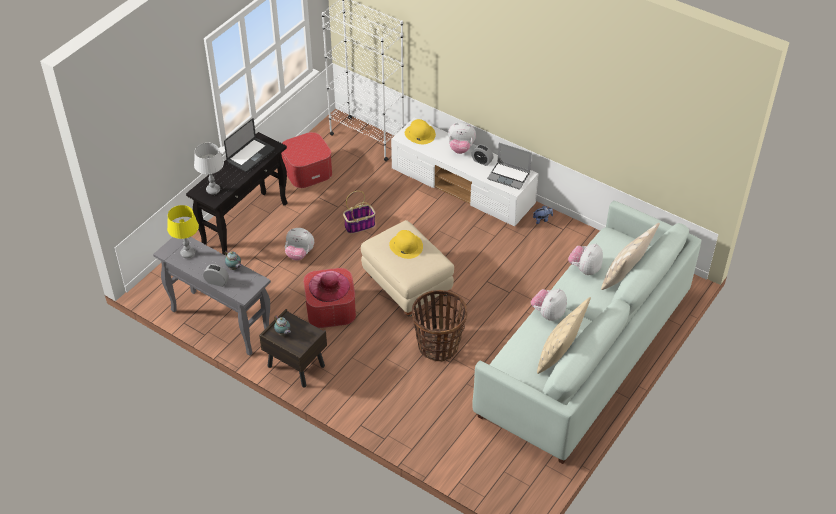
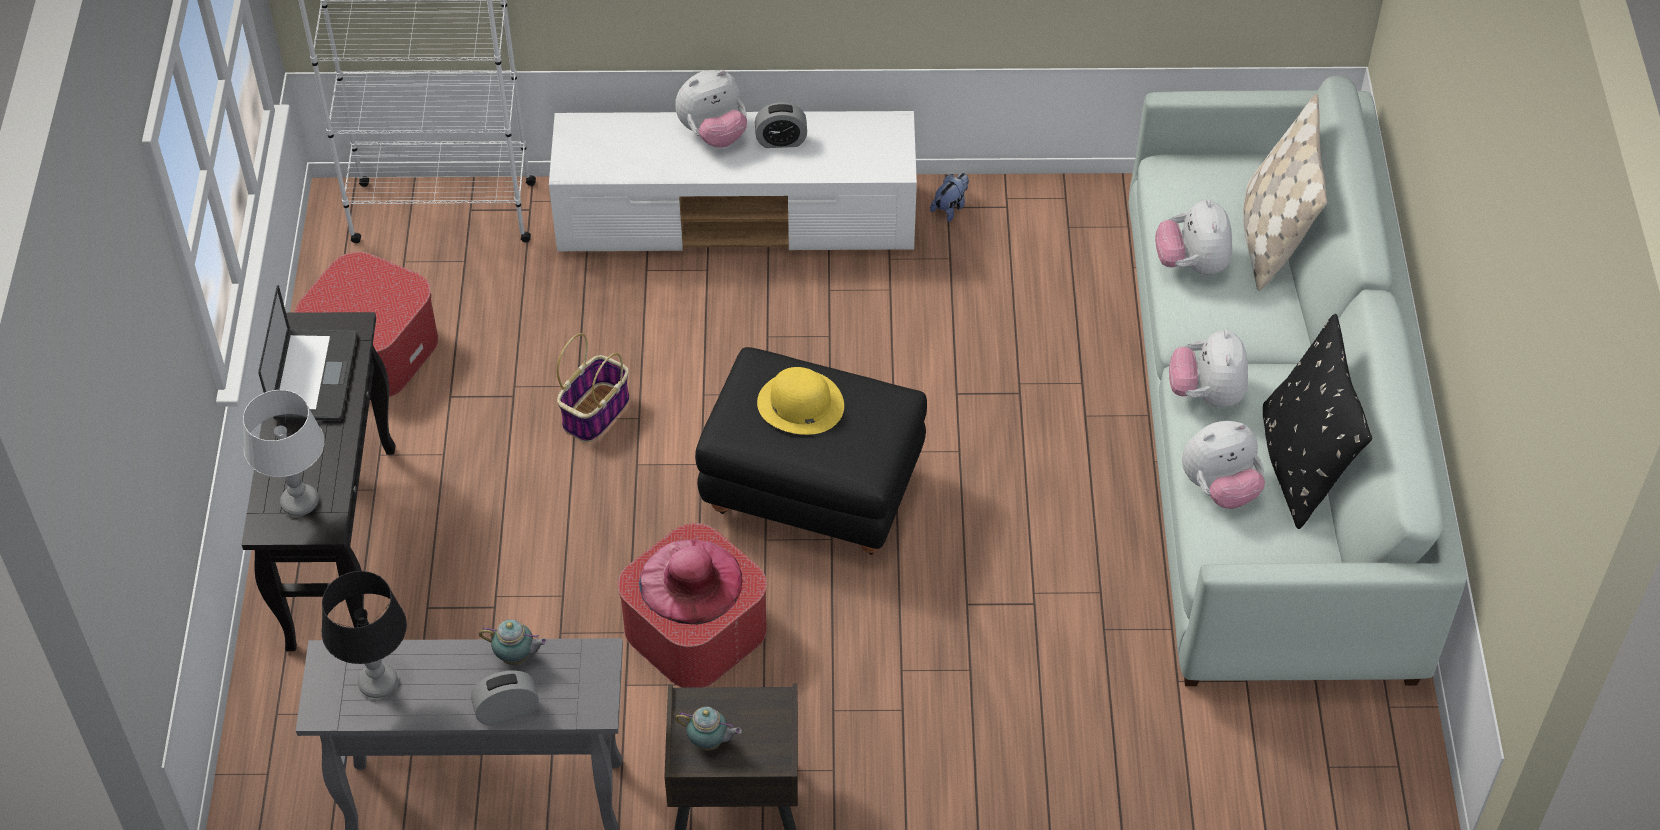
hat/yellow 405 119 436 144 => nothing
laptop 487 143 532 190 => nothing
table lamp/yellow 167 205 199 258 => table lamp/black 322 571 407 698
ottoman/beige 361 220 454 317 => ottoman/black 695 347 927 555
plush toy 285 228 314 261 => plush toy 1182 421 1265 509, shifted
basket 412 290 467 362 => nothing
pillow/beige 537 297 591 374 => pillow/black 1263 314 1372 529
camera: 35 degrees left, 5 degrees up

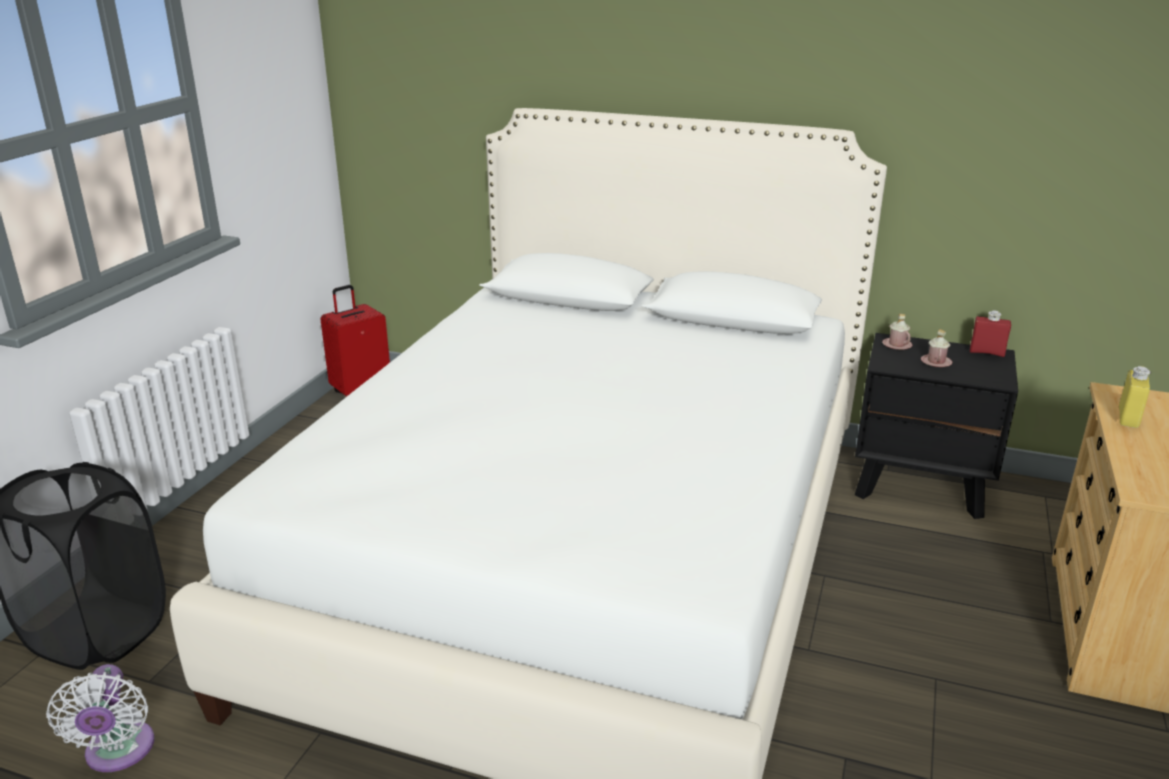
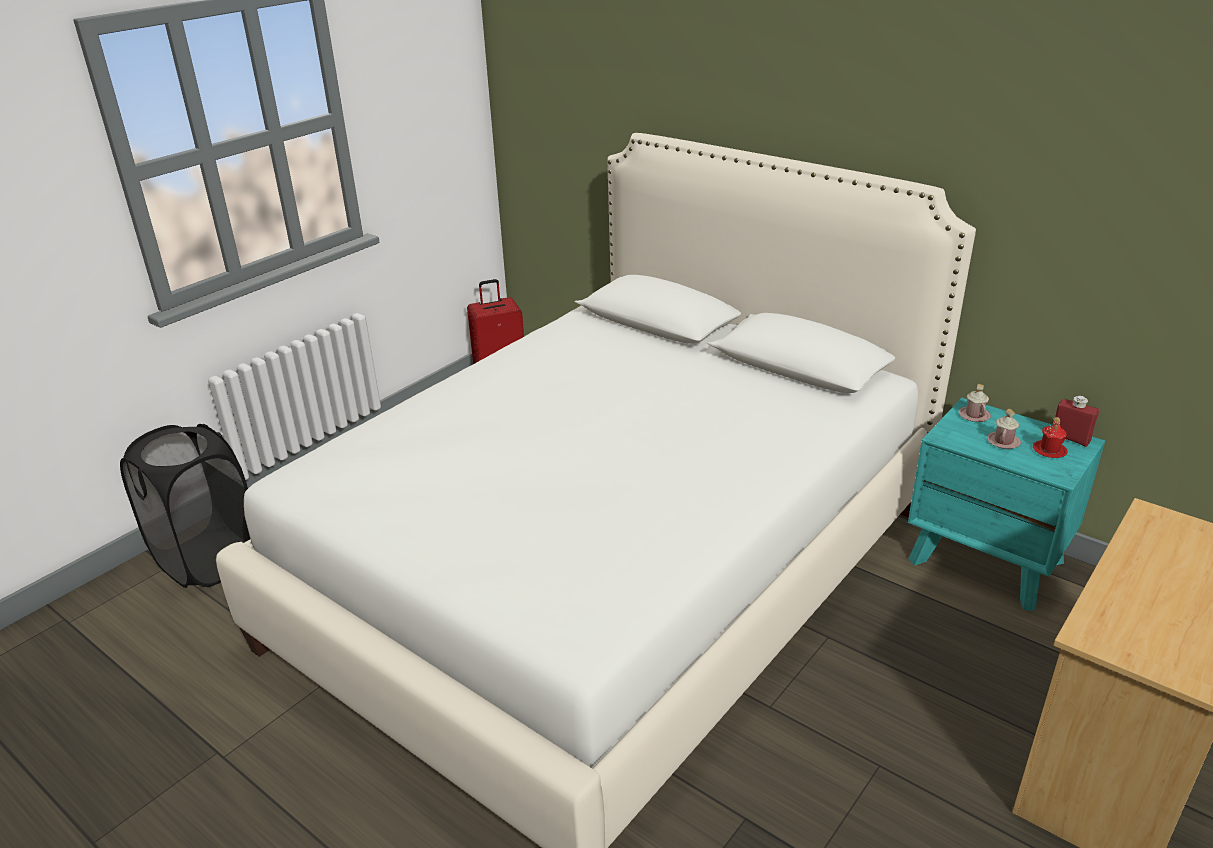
nightstand/black 855 333 1018 519 => nightstand/turquoise 908 398 1105 610
bottle/yellow 1119 366 1151 428 => nothing
fan/white 46 664 154 772 => nothing
nothing => mug/red 1033 417 1068 458
camera: 20 degrees right, 5 degrees up

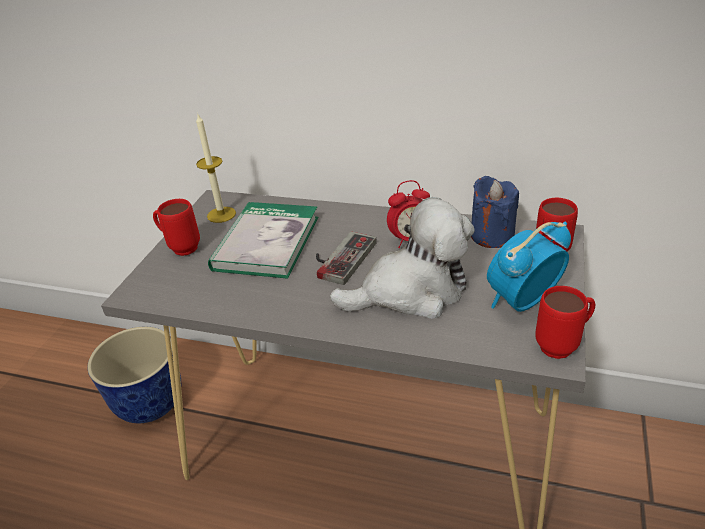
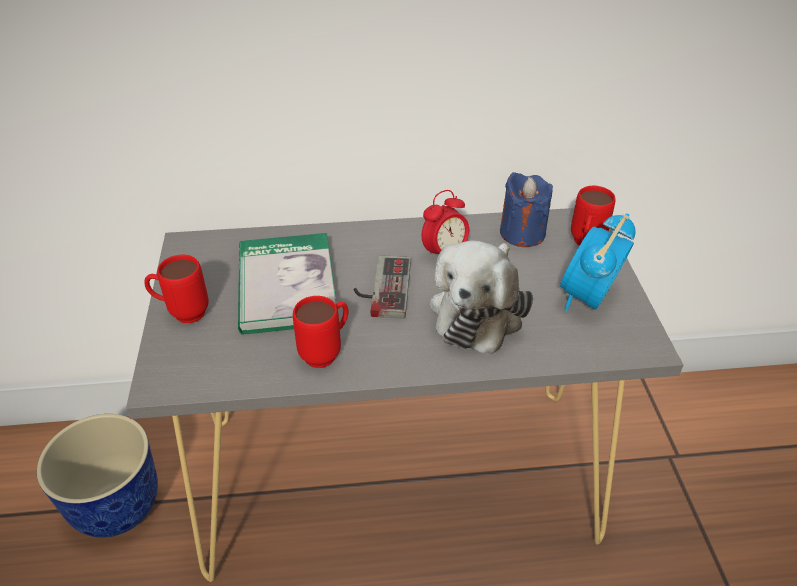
candle 196 114 236 223 => nothing
plush toy 330 197 475 319 => plush toy 430 240 533 354, 150 degrees clockwise
mug/red 535 286 595 359 => mug/red 293 296 348 368, shifted
camera: 25 degrees left, 5 degrees up

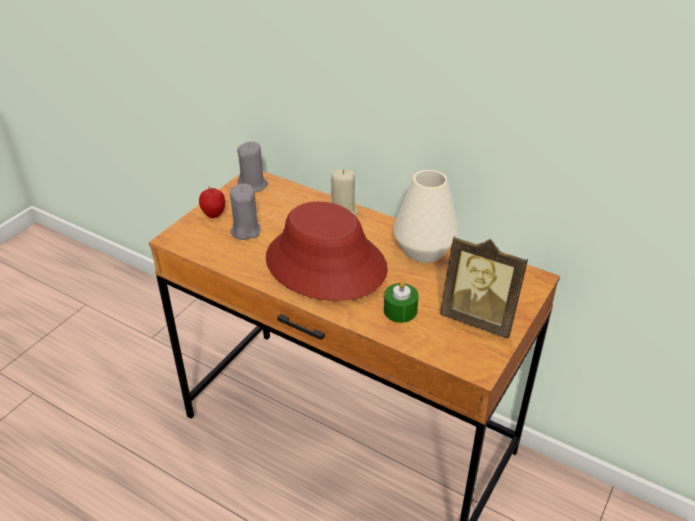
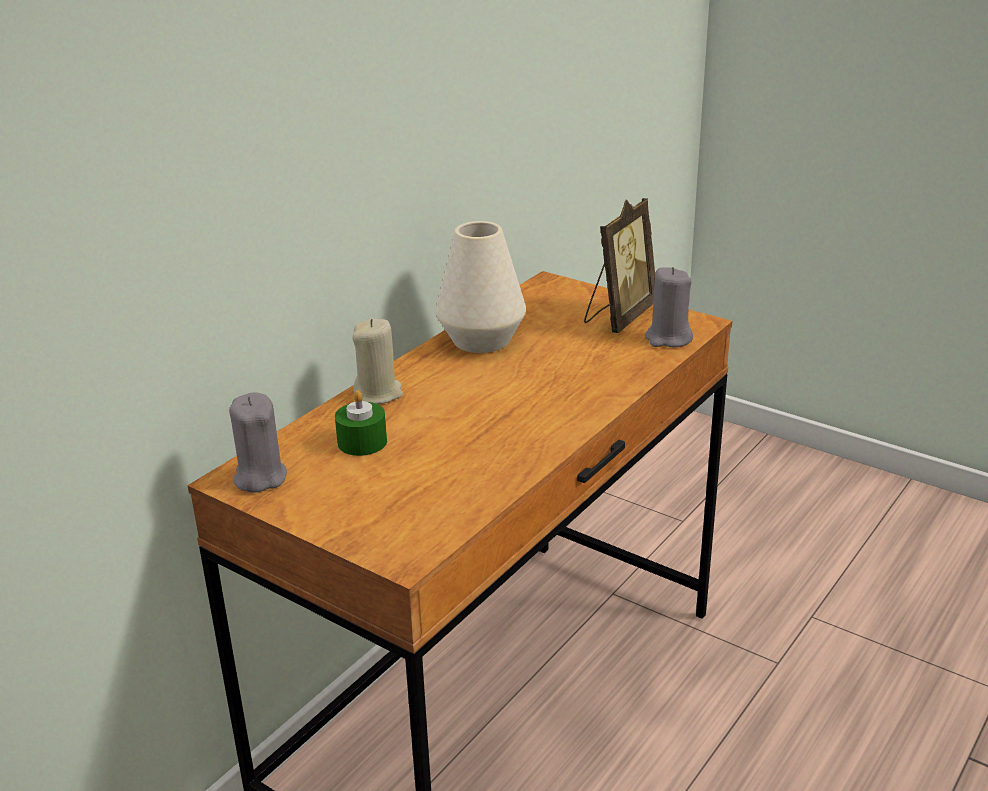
candle/grey 230 184 261 240 => candle/grey 645 267 693 347, shifted
apple 199 186 225 218 => nothing
hat/red 266 201 388 301 => nothing
candle/green 384 280 419 323 => candle/green 335 390 387 456, shifted
camera: 85 degrees left, 10 degrees down

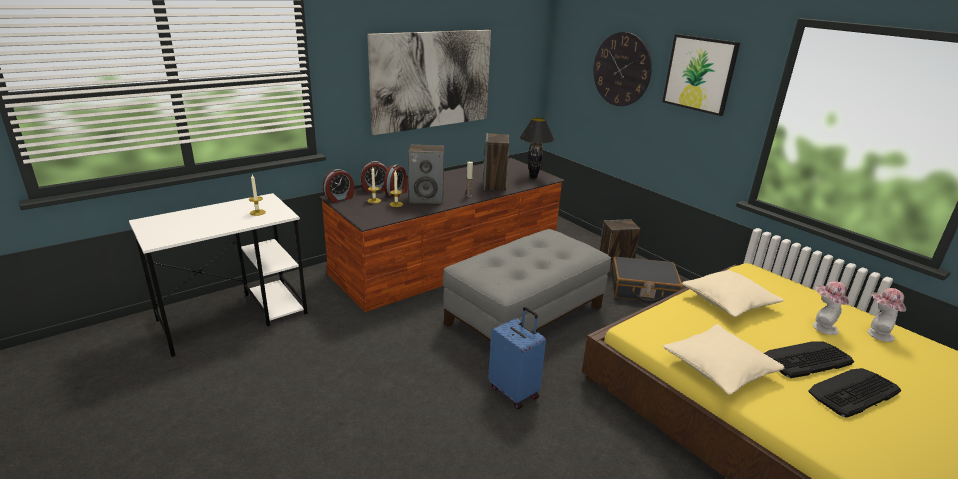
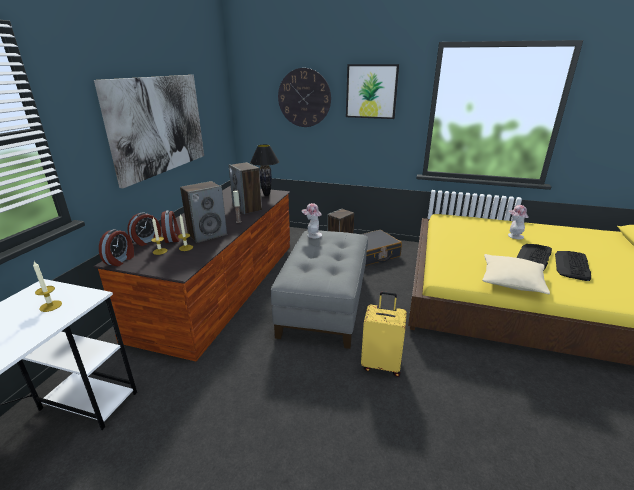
pillow/beige 682 270 784 317 => nothing
hat 868 288 906 342 => hat 302 203 322 238, shifted
suitcase/blue 488 307 546 409 => suitcase/yellow 361 291 407 377
camera: 35 degrees left, 0 degrees up

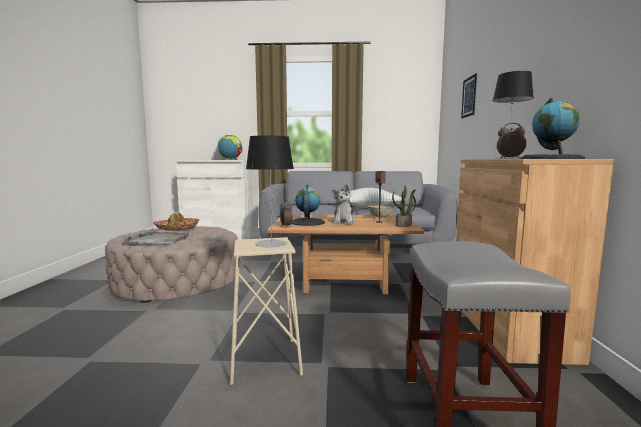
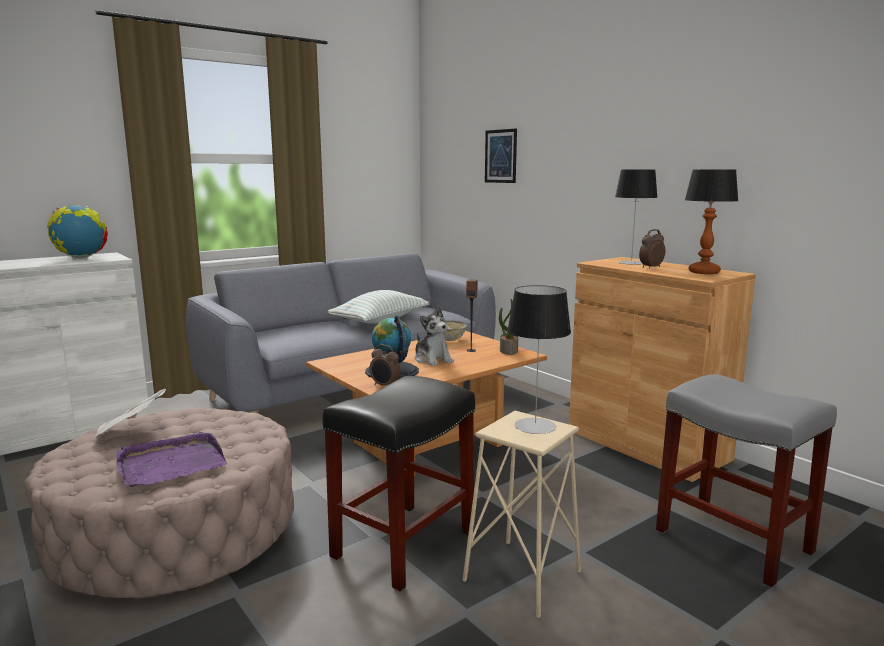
globe 521 98 585 159 => table lamp 685 169 738 274
hat 153 212 199 231 => newspaper 93 389 166 438
tray/grey 122 229 190 244 => tray/purple 116 432 227 487
nothing => stool/black 323 376 475 591
camera: 40 degrees left, 5 degrees up

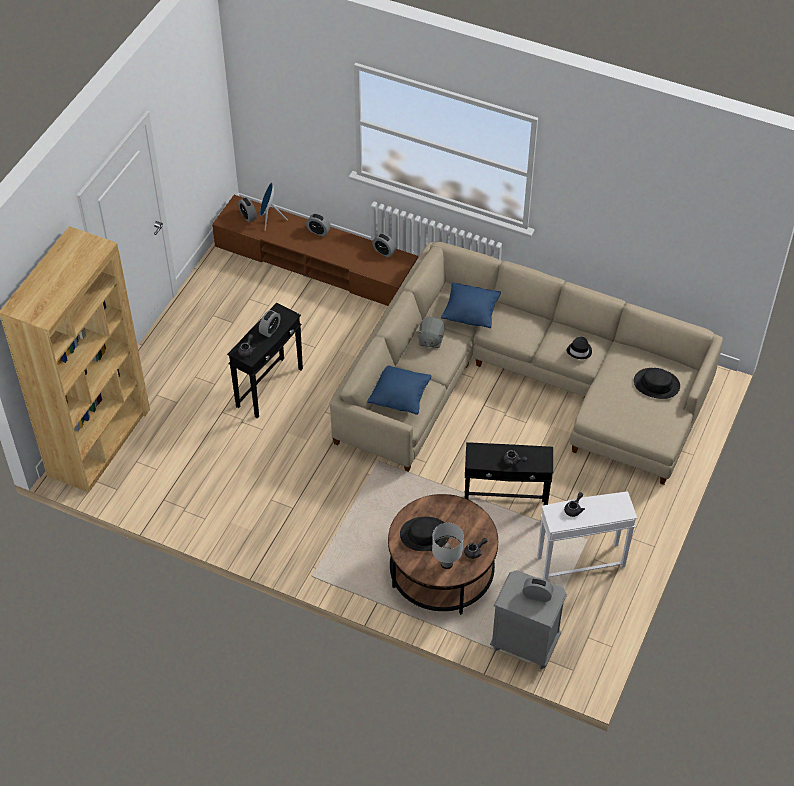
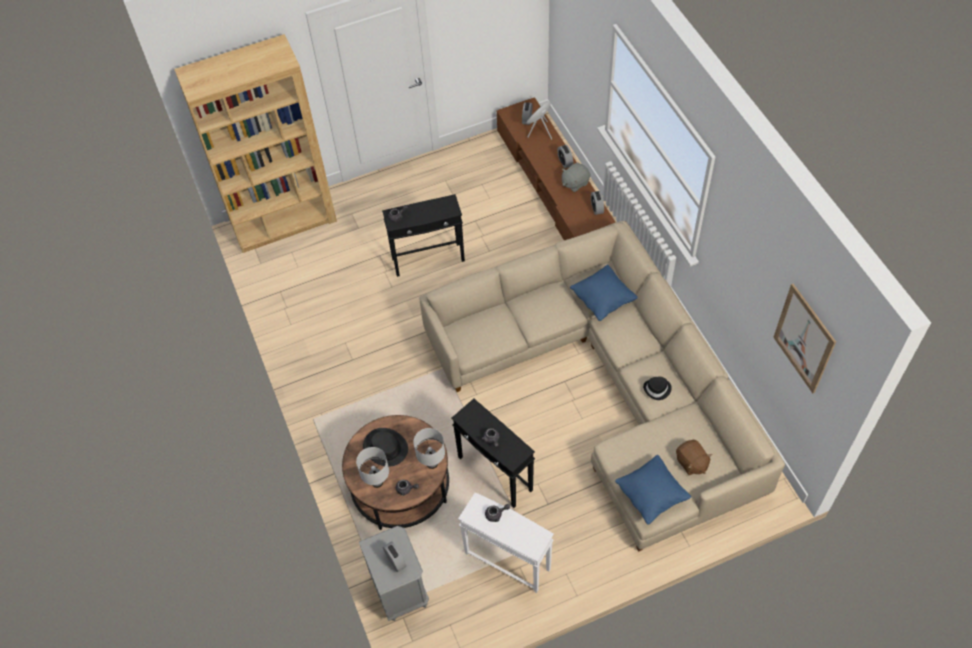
alarm clock 259 310 281 337 => nothing
plush toy/grey 417 317 445 348 => plush toy/grey 562 163 591 192, shifted
pillow/blue 367 365 432 415 => pillow/blue 615 455 691 525, shifted
hat/black 634 368 680 399 => plush toy/brown 676 440 712 475
nothing => picture 773 284 836 393
nothing => table lamp/white 413 428 445 469
camera: 45 degrees right, 5 degrees up

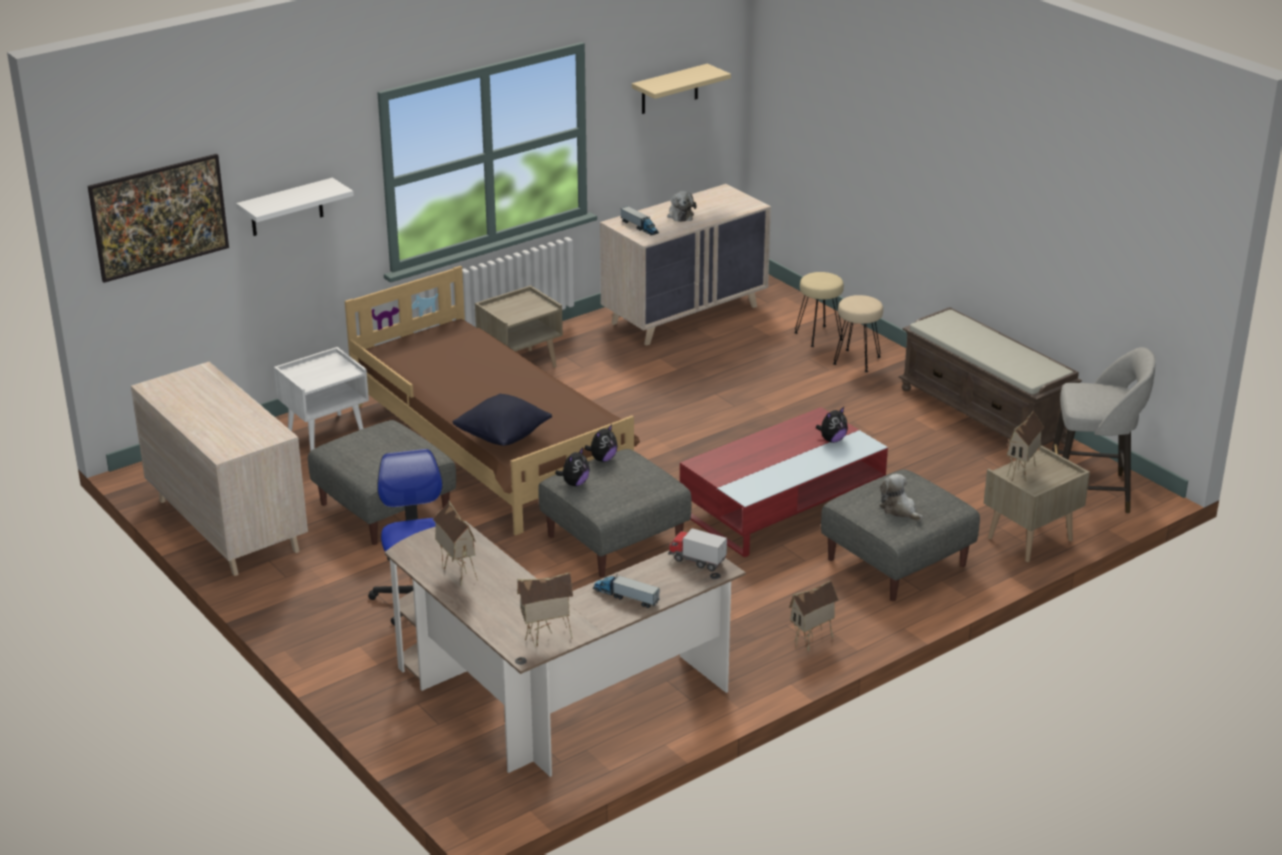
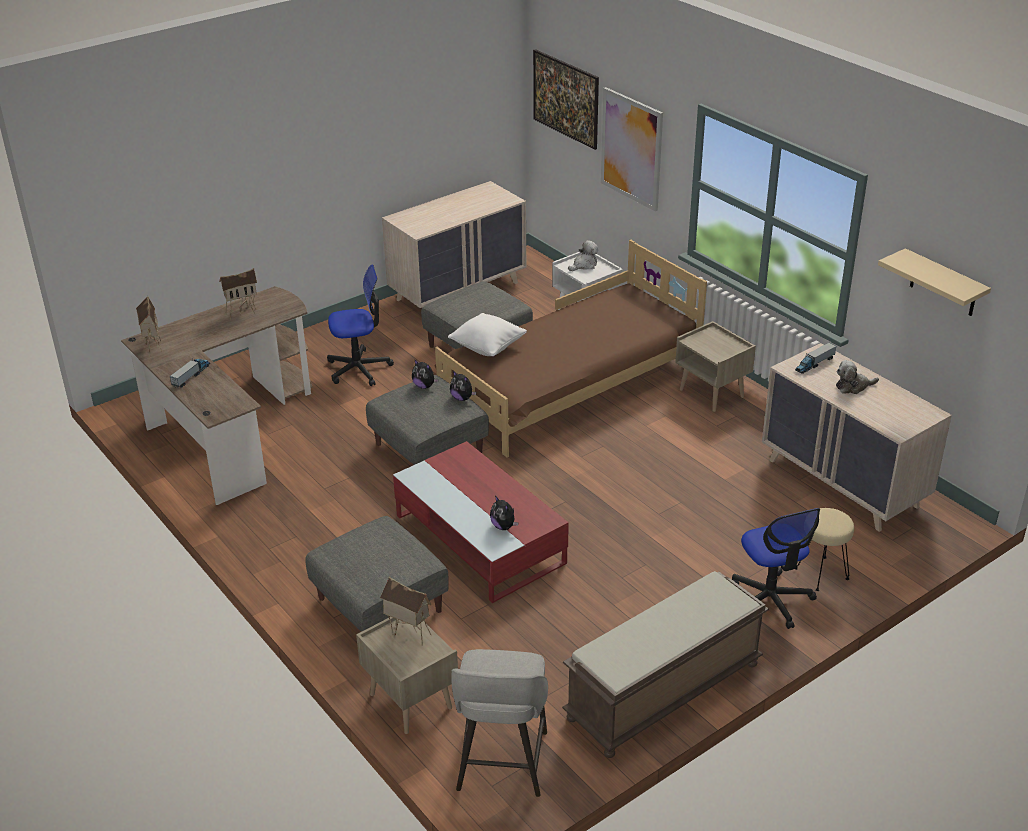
shelf/white 236 178 354 236 => picture 601 87 663 211
stool/beige 833 295 883 372 => office chair 732 508 820 629
pillow/black 452 394 552 446 => pillow/white 448 313 527 356
plush toy 880 474 923 521 => plush toy 568 240 598 271, shifted
toy truck 668 528 727 571 => nothing
toy house 789 580 839 652 => nothing
camera: 90 degrees right, 5 degrees up

